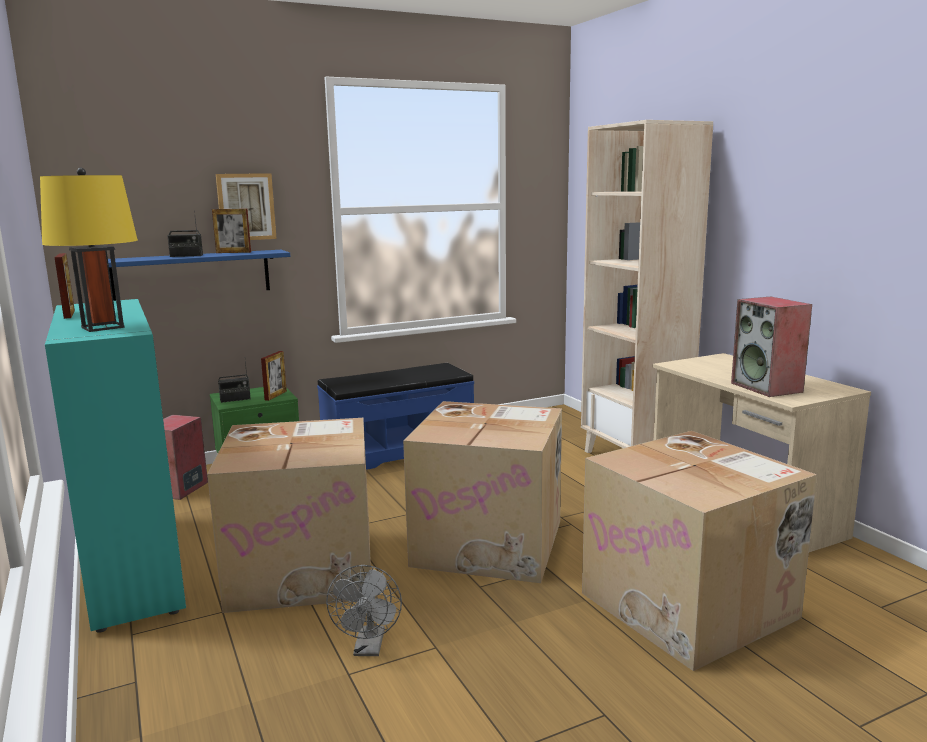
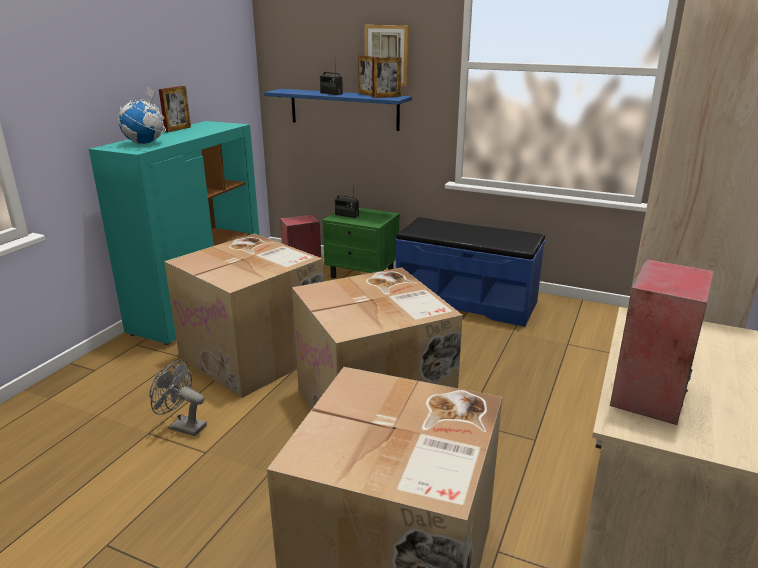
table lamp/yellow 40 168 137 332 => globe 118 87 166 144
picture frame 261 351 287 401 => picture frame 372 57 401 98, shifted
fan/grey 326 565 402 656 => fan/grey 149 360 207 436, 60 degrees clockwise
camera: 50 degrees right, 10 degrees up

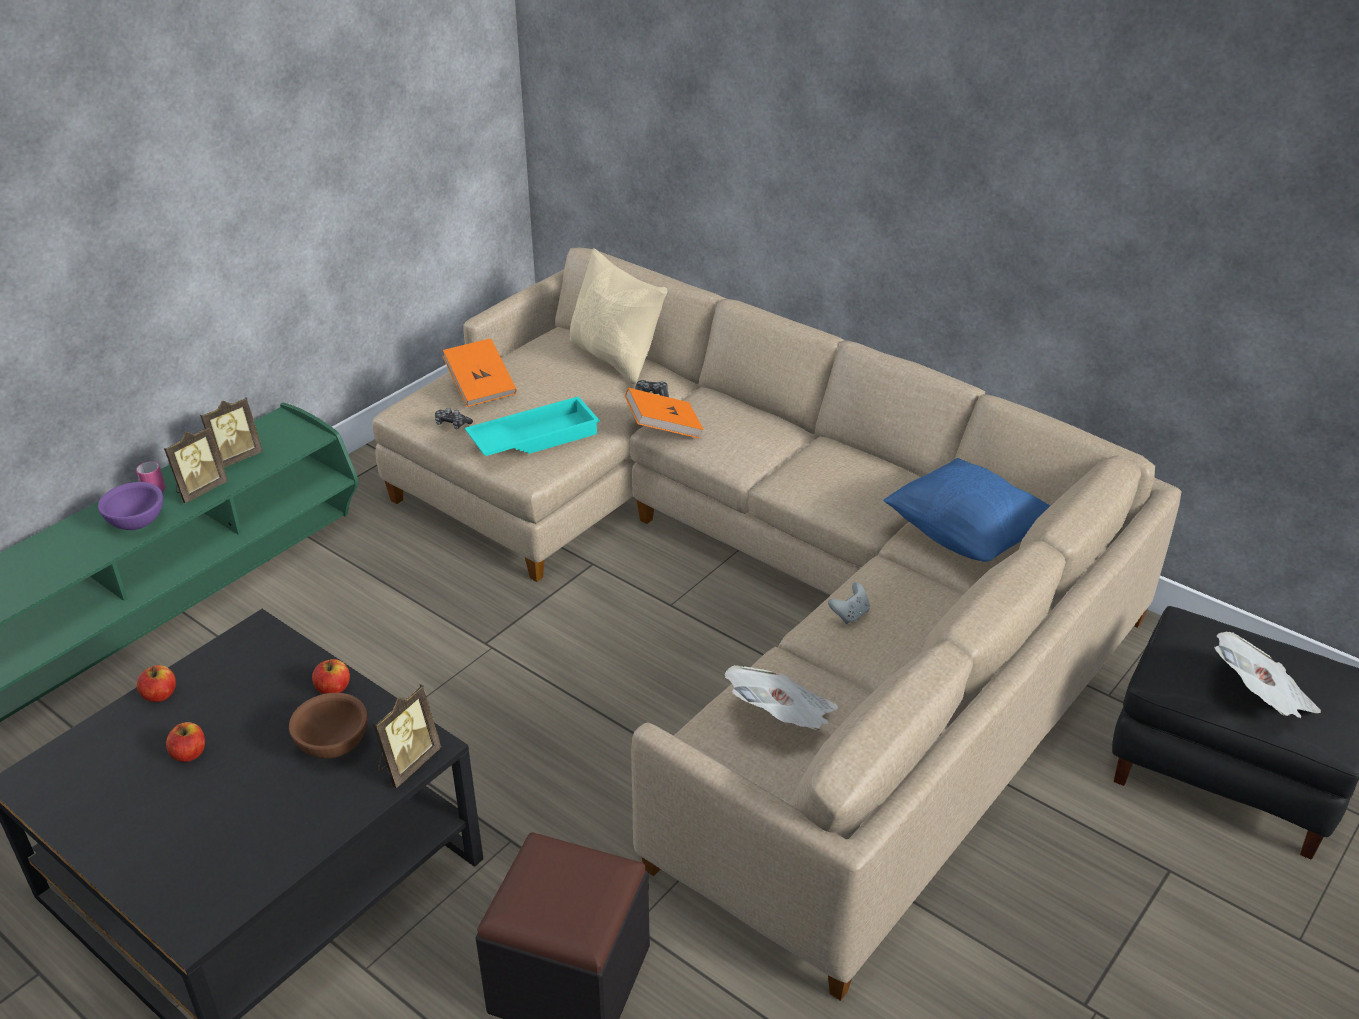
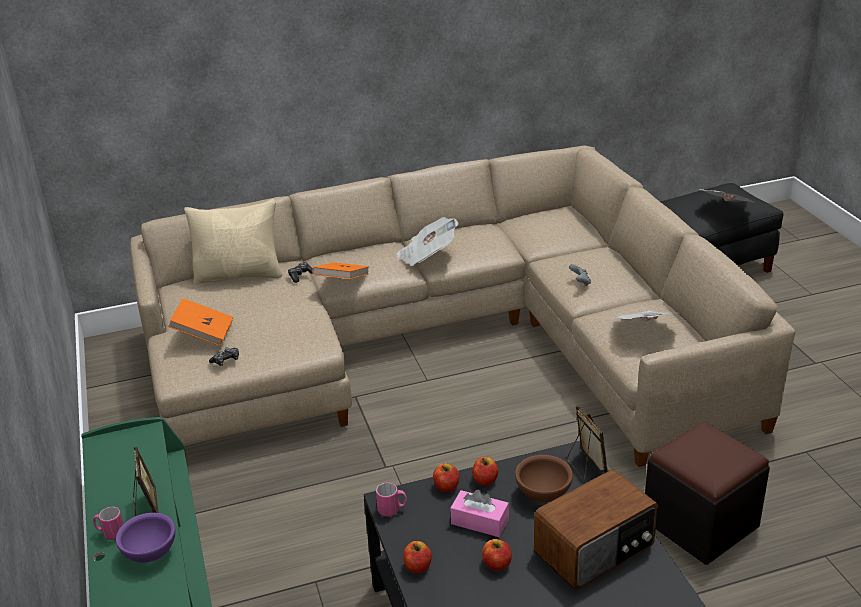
tray/turquoise 465 396 600 456 => nothing
picture frame 200 397 263 468 => nothing
pillow/blue 883 458 1050 562 => nothing
nothing => newspaper 396 217 459 266
nothing => apple 433 463 459 492
nothing => radio 534 469 658 590
nothing => mug/pink 376 483 407 517
nothing => tissue box/pink 450 490 509 537
camera: 55 degrees left, 5 degrees down

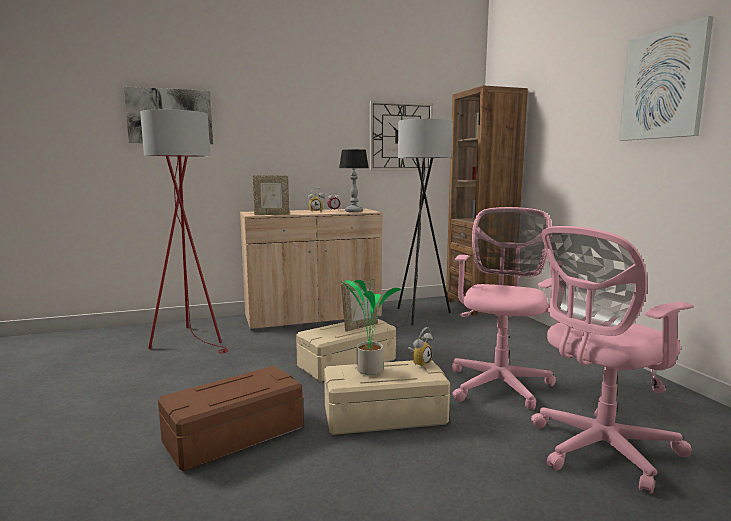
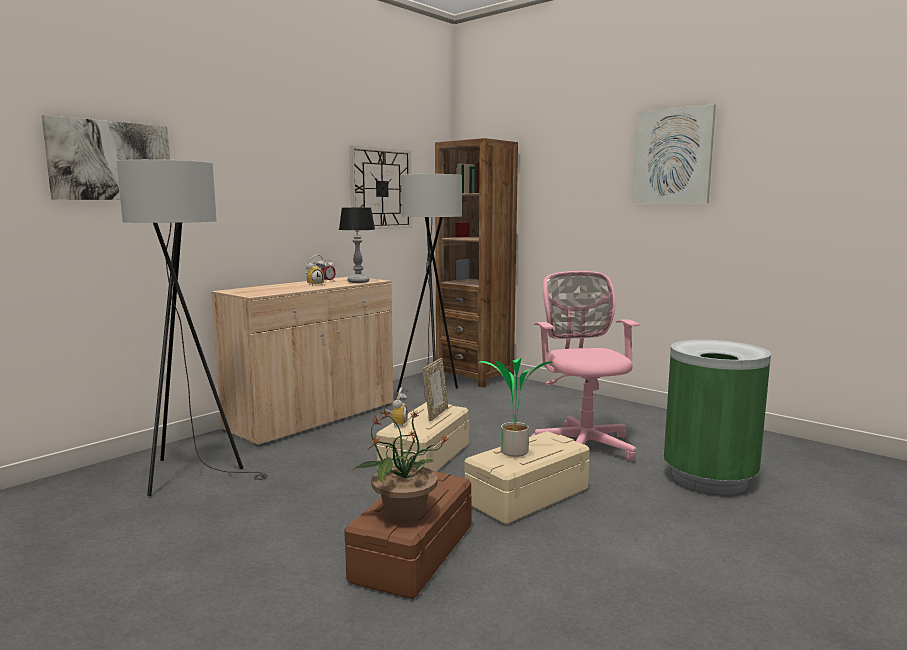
floor lamp/red 140 109 228 353 => floor lamp/grey 117 159 268 496
picture frame 253 175 290 215 => nothing
office chair/pink 531 226 694 494 => trash can/green 664 340 771 494
alarm clock 408 327 433 367 => alarm clock 386 388 408 427, shifted
nothing => potted plant 353 408 448 523
camera: 30 degrees left, 0 degrees up

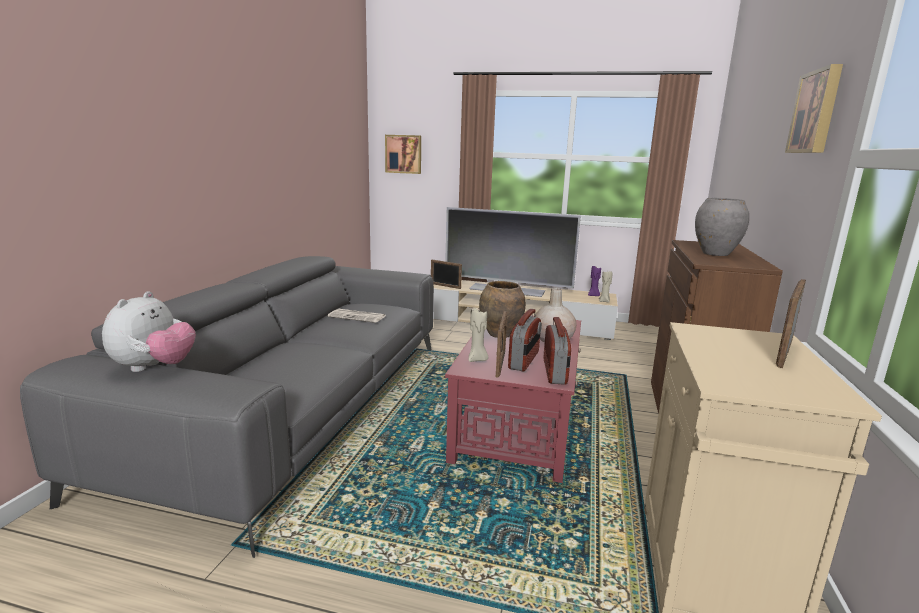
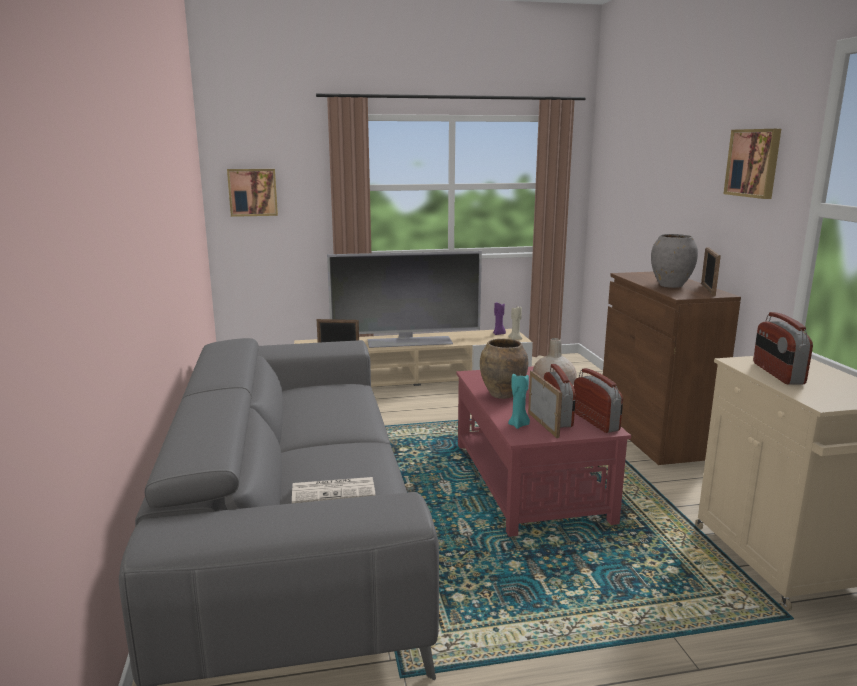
picture frame 776 279 806 368 => picture frame 701 247 721 297, shifted
plush toy 102 291 196 372 => nothing
candle/beige 469 308 488 362 => candle/turquoise 508 371 530 429
newspaper 328 309 385 323 => newspaper 292 477 376 503, shifted
nothing => radio 753 312 813 385
camera: 25 degrees left, 0 degrees up

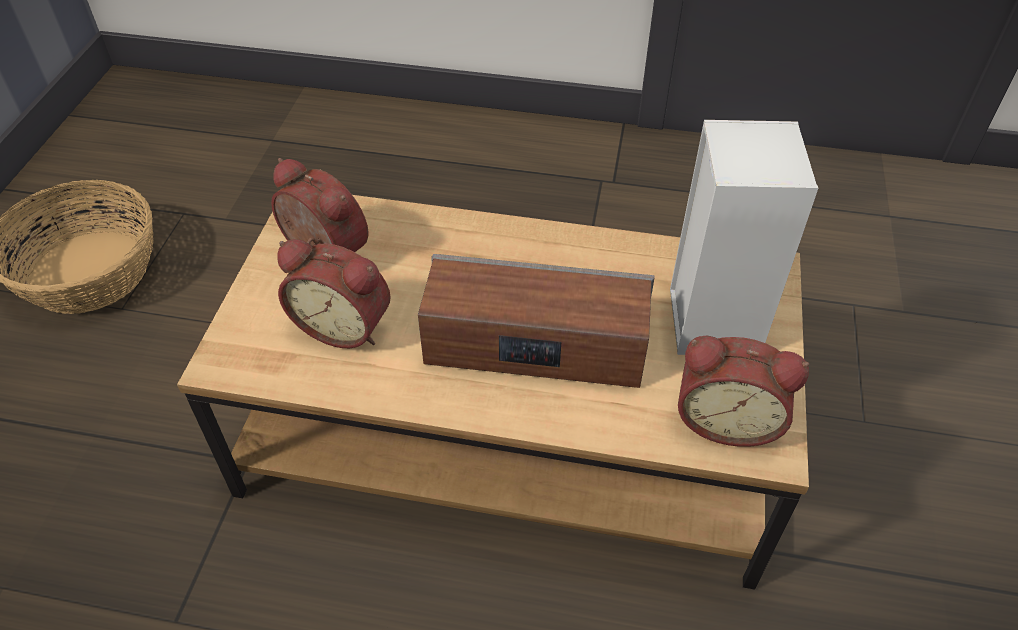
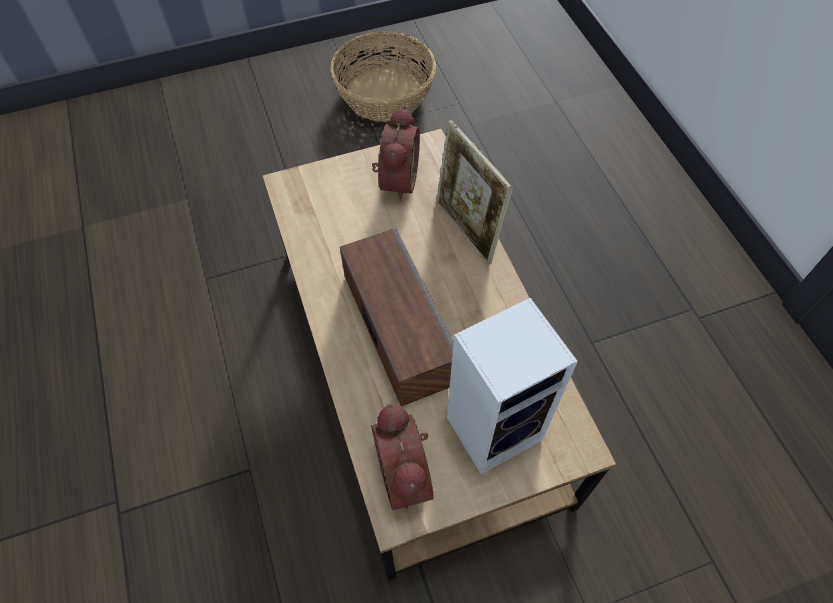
alarm clock 277 239 391 348 => nothing
nothing => picture frame 436 120 513 265
camera: 60 degrees right, 10 degrees up

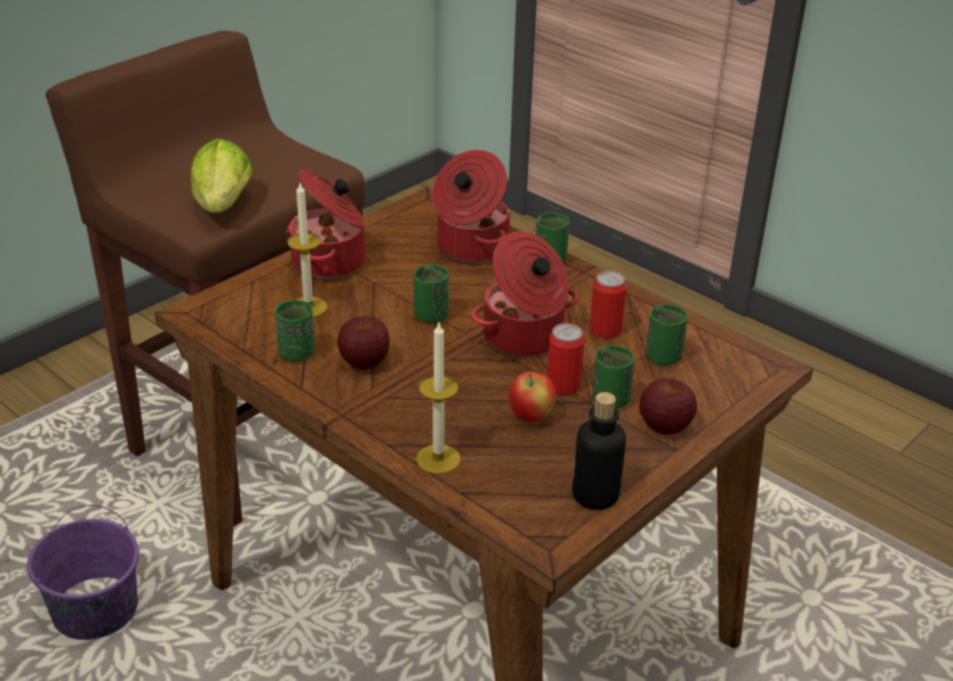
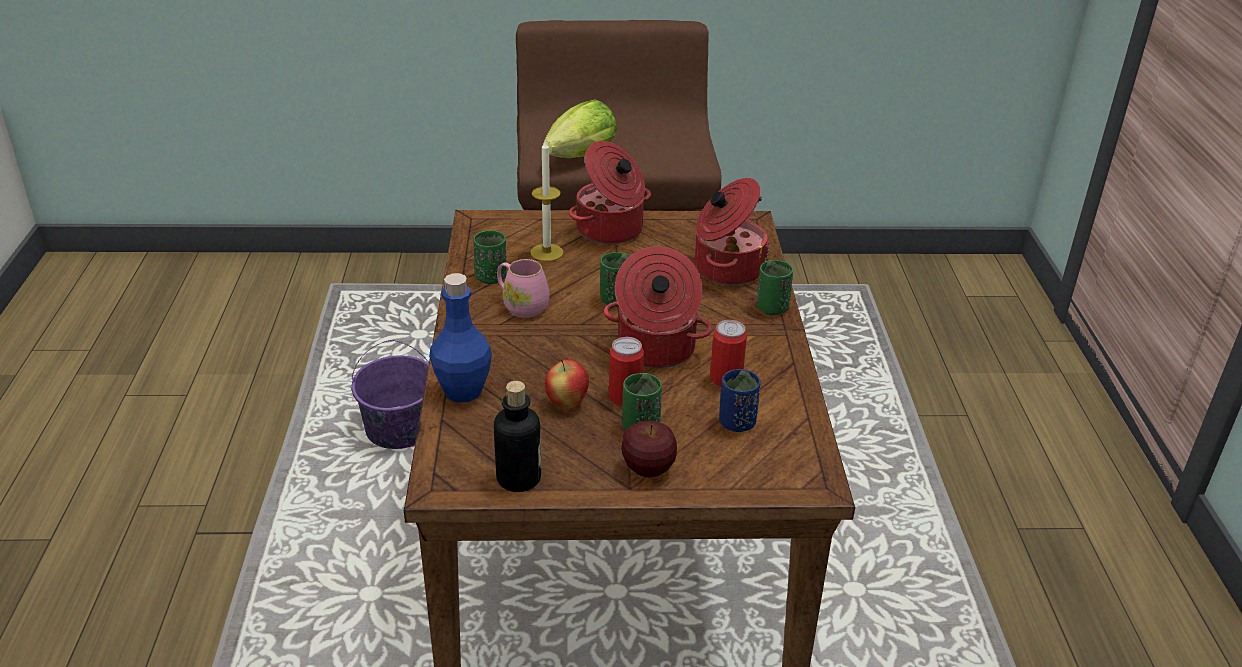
cup/green 646 304 688 365 => cup/blue 719 369 761 432
apple 337 316 390 369 => mug/pink 497 259 550 318
candle 416 323 461 474 => bottle/blue 429 273 492 403
camera: 45 degrees right, 0 degrees up

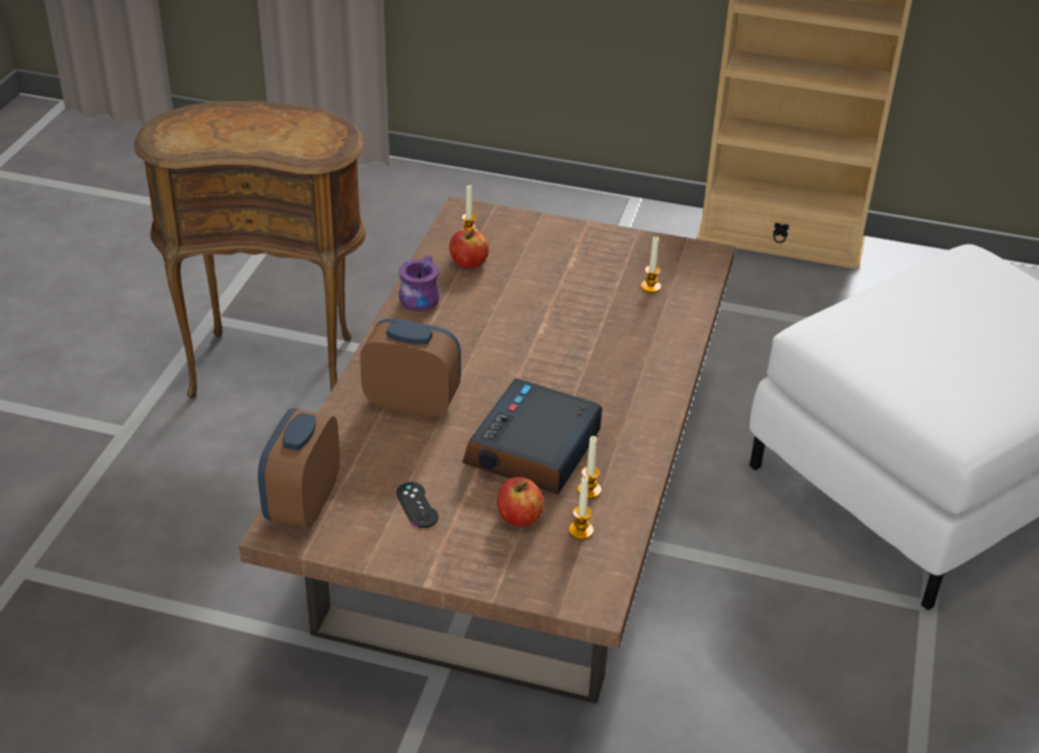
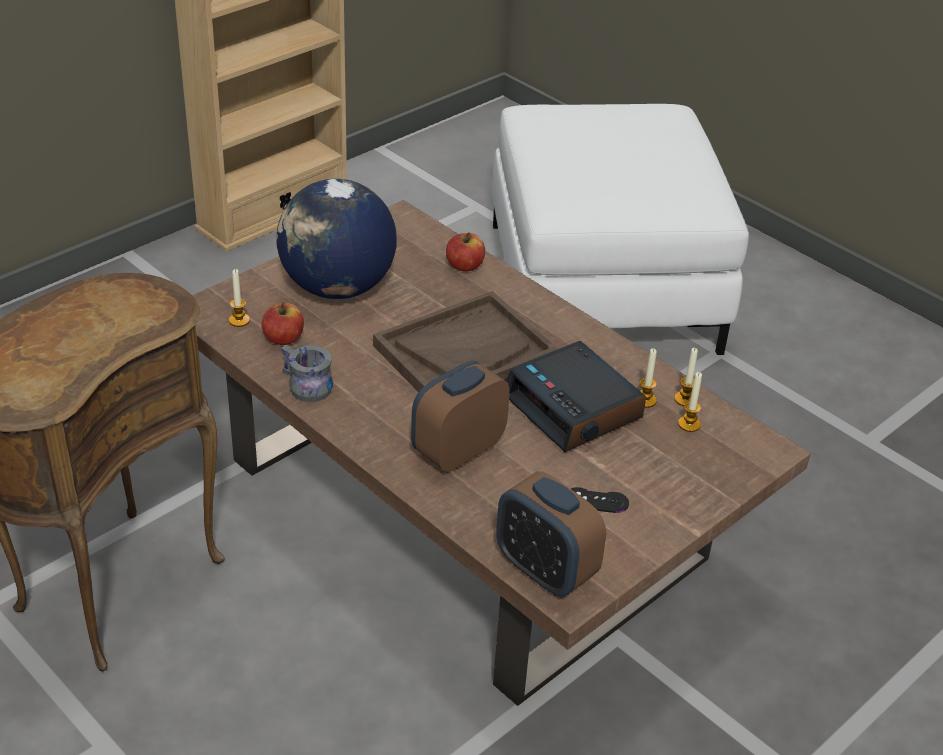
candle 641 236 661 293 => candle 674 348 698 406, shifted
mug/purple 399 255 440 312 => mug/grey 281 345 333 402
apple 497 477 544 527 => apple 446 232 485 272, shifted
nothing => globe 276 179 397 299
nothing => tray/brown 373 291 558 392
camera: 60 degrees left, 0 degrees up

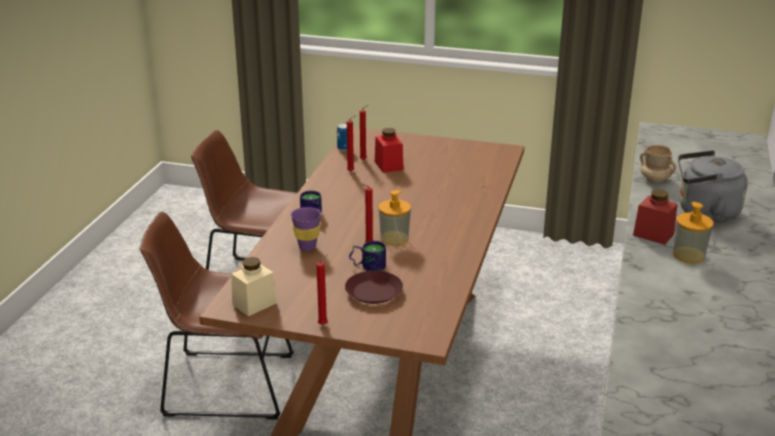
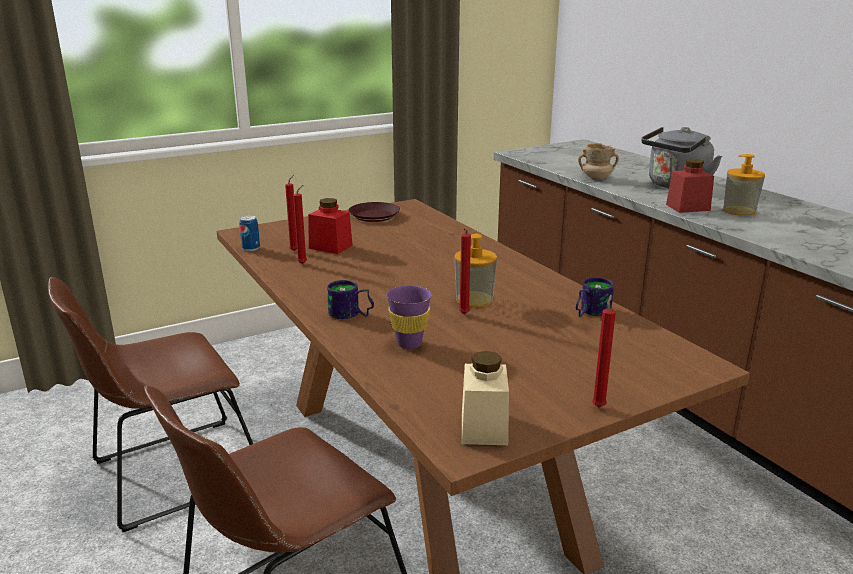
mug 349 241 386 271 => mug 576 277 614 317, shifted
plate/brown 345 271 403 304 => plate/brown 348 202 400 222, shifted
camera: 45 degrees left, 5 degrees down

